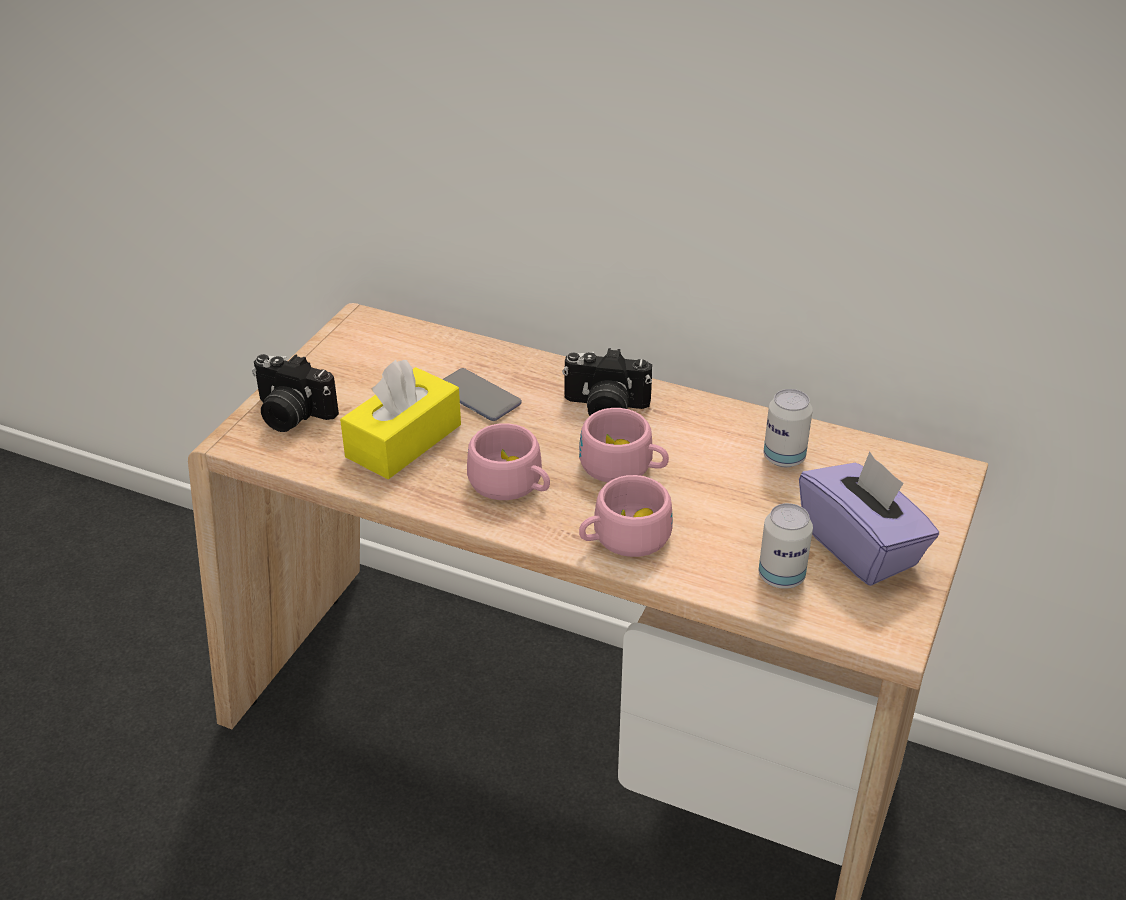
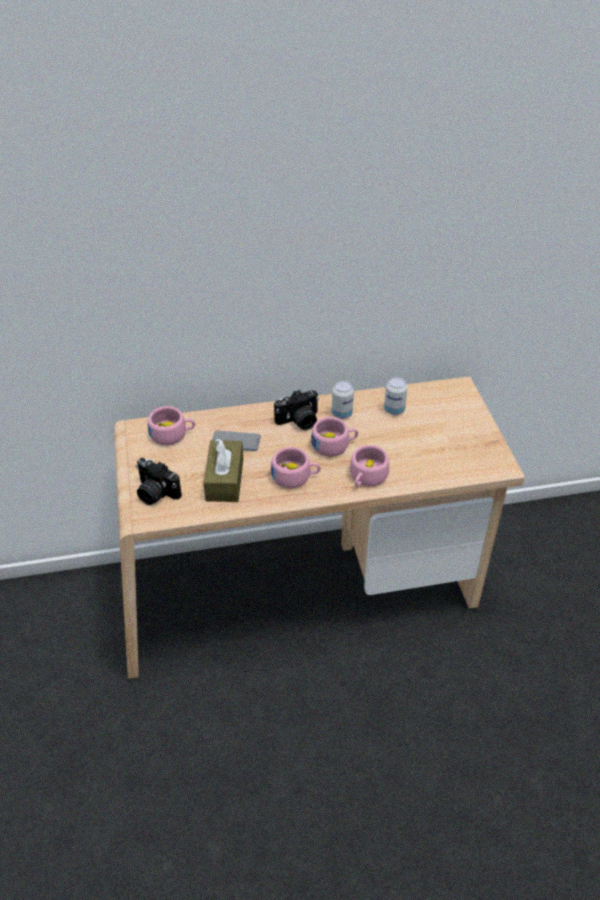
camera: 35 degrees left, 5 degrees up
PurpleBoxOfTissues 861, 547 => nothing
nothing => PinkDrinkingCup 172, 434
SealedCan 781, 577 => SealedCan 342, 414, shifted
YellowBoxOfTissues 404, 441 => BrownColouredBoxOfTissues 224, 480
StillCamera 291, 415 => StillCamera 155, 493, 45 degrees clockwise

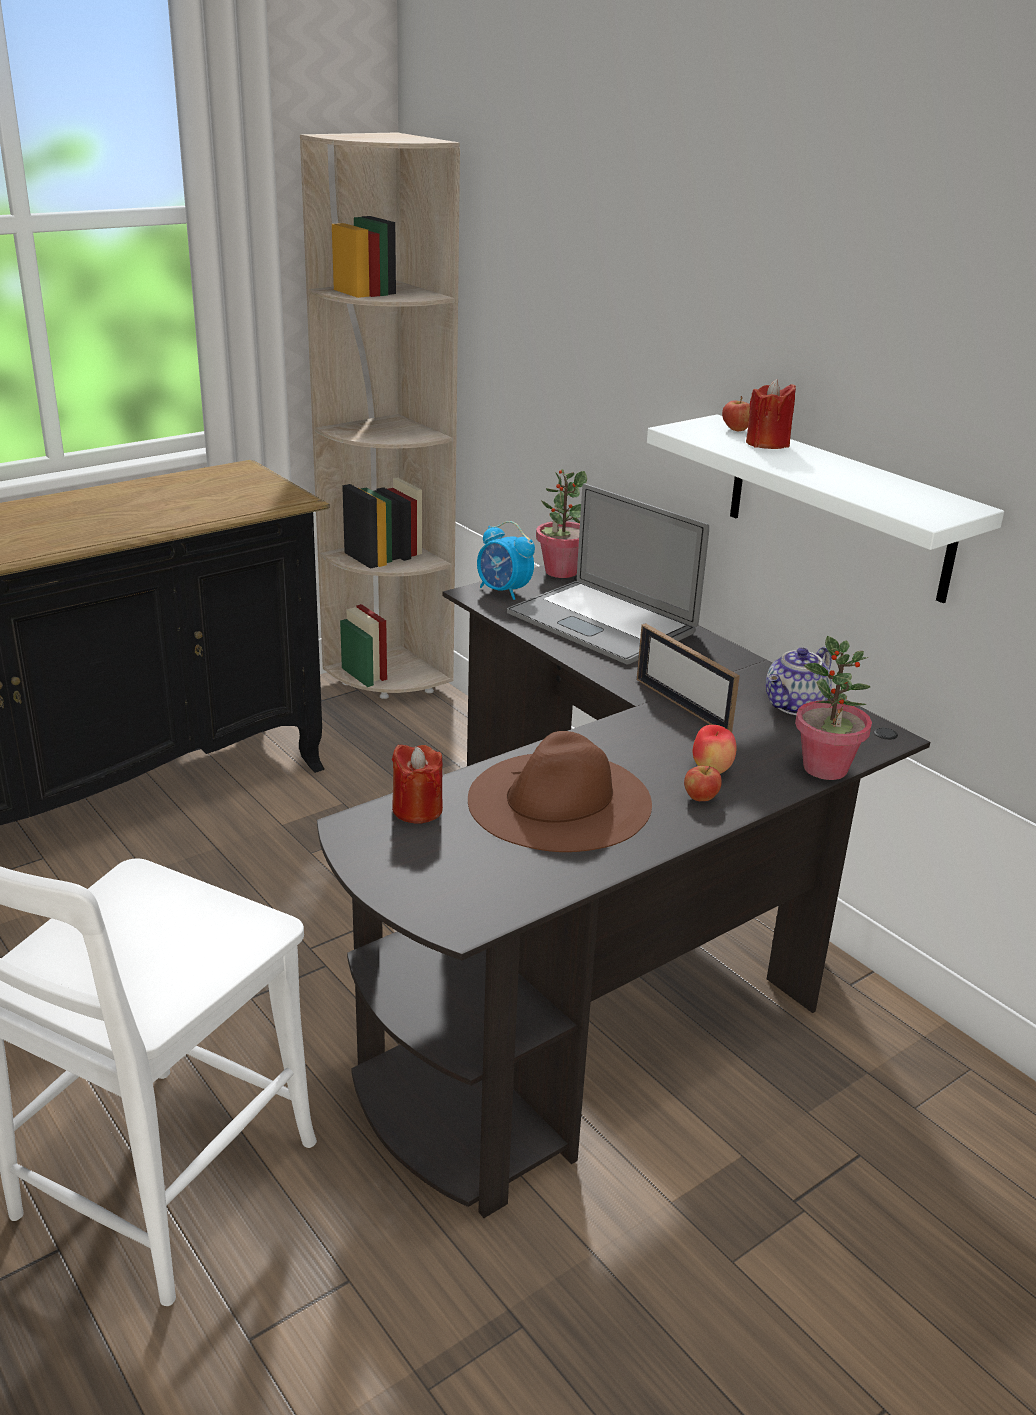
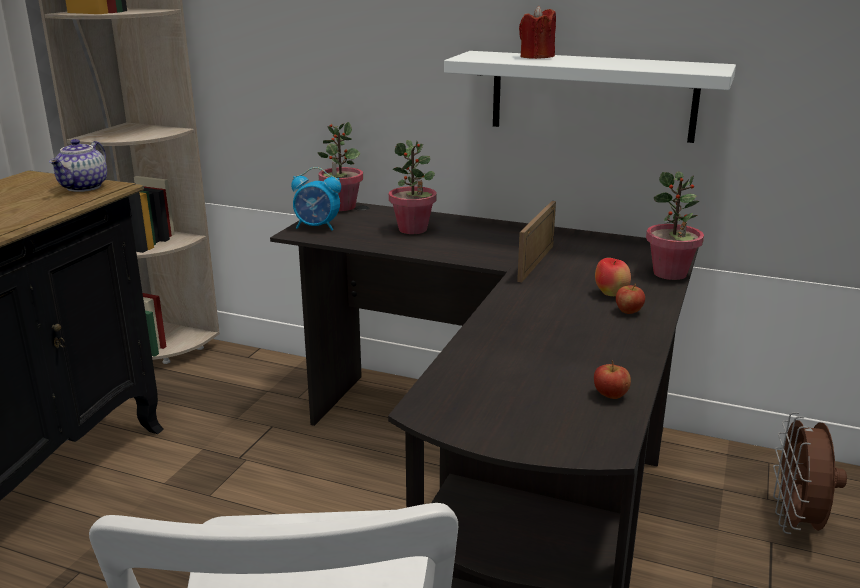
camera: 30 degrees left, 5 degrees down
RedColouredWaxCandle 417, 809 => nothing
BrownColouredClothingHat 559, 801 => nothing
nothing => BrownColouredElectricFan 796, 523
Apple 736, 429 => Apple 610, 395, shifted
Teapot 796, 706 => Teapot 84, 187, shifted
Laptop 601, 622 => PottedPlant 413, 229
PictureFrame 682, 705 => PictureFrame 536, 263, 90 degrees clockwise

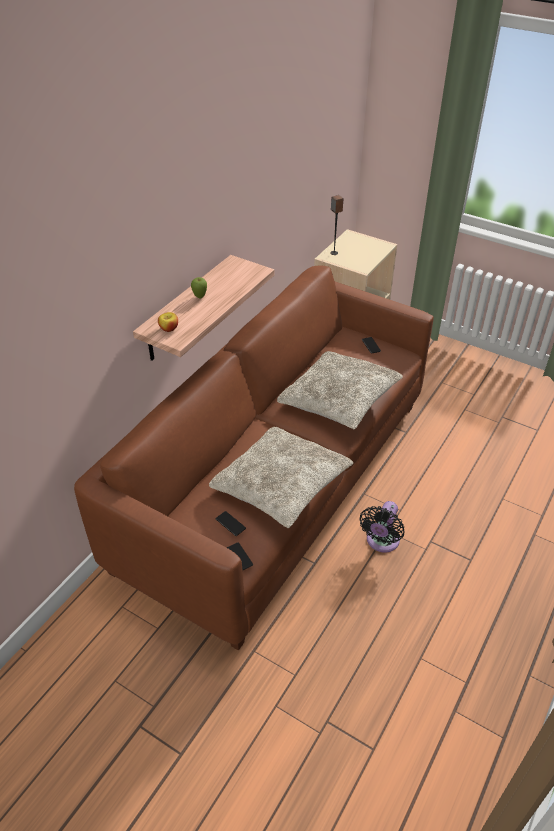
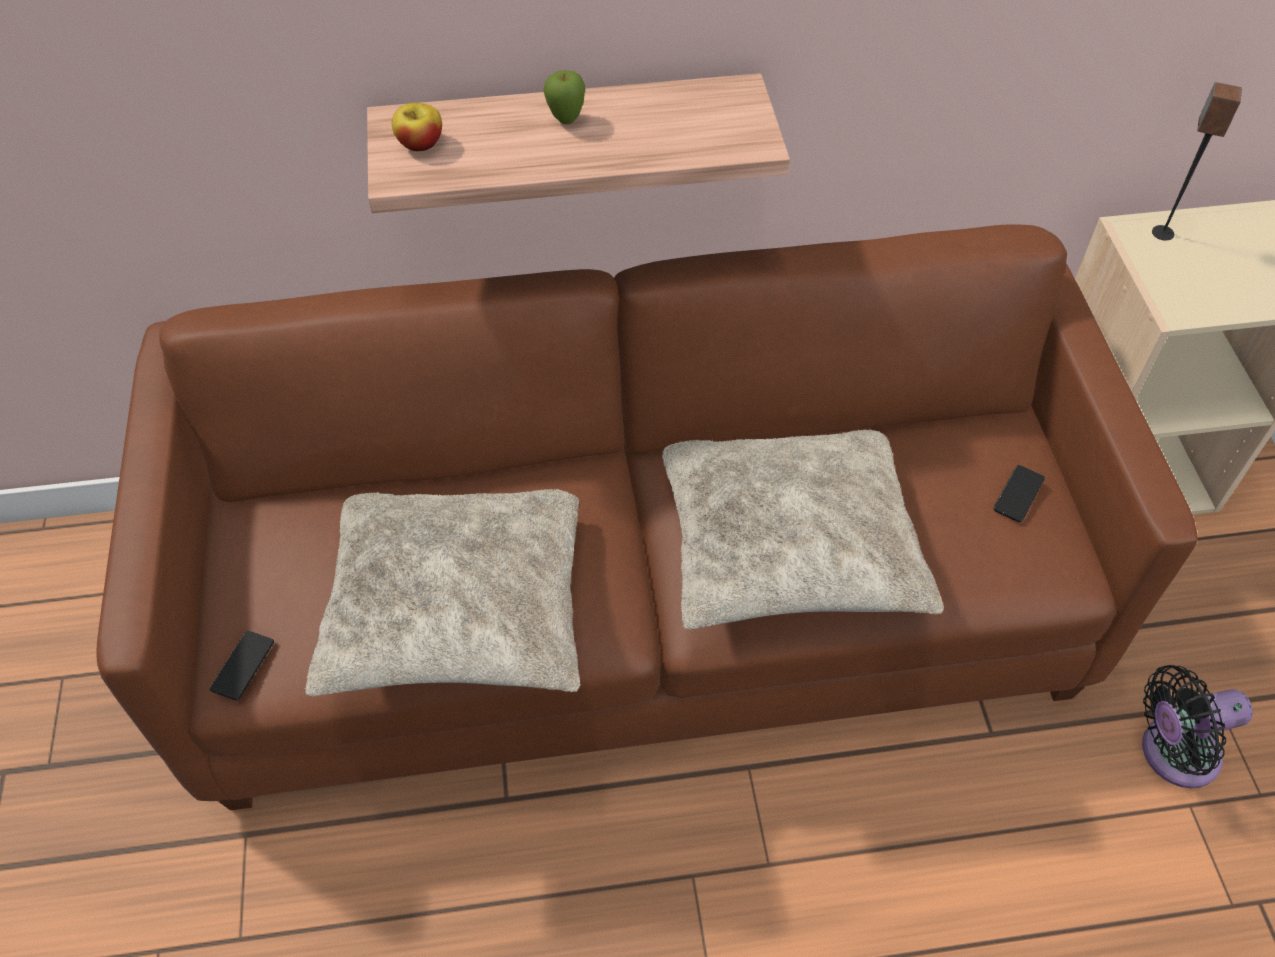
camera: 50 degrees right, 10 degrees up
Telephone 230, 524 => nothing
BlackElectricFan 381, 541 => BlackElectricFan 1172, 753, shifted

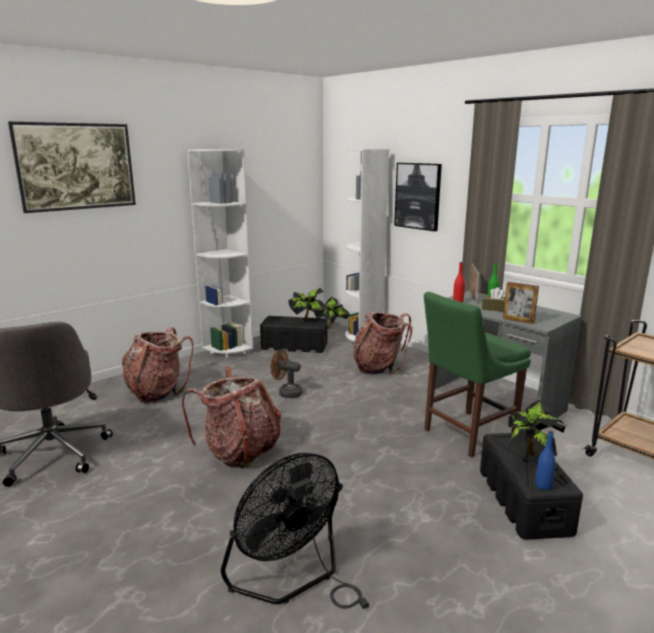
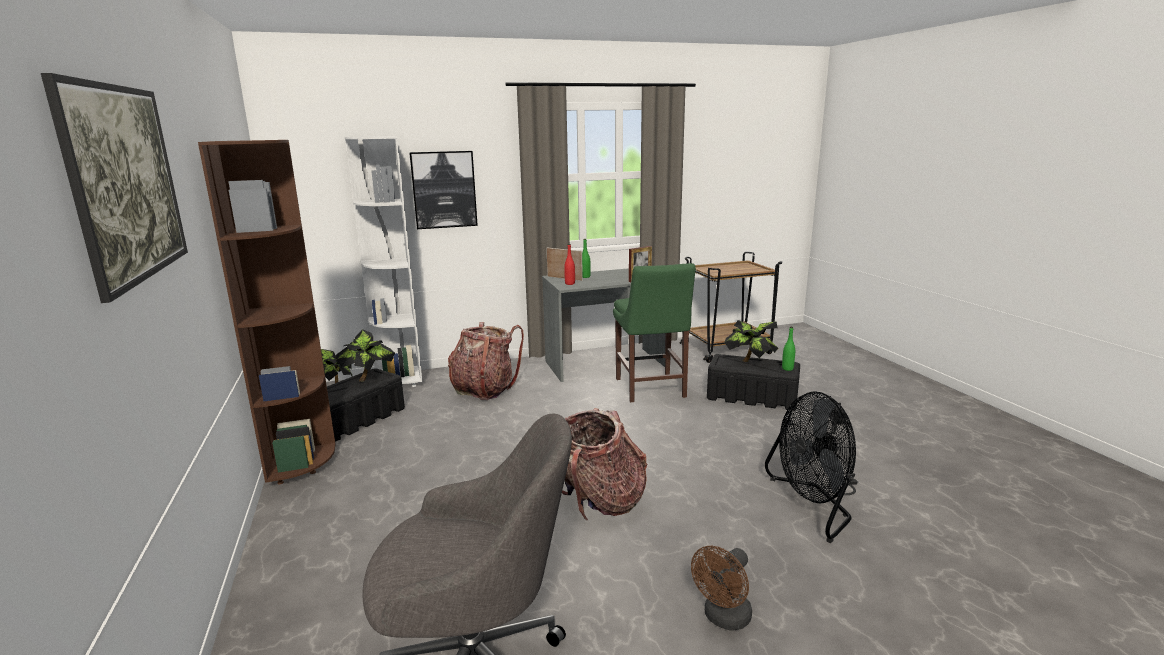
camera: 65 degrees left, 0 degrees up
Rucksack 157, 392 => nothing
BrownColouredBoxOfTissues 495, 309 => nothing
BrownColouredElectricFan 286, 393 => BrownColouredElectricFan 723, 618, shifted
WhiteColouredBookshelf 228, 352 => BrownColouredBookshelf 301, 469
BlueBeverageBottle 543, 485 => GreenBeverageBottle 787, 369

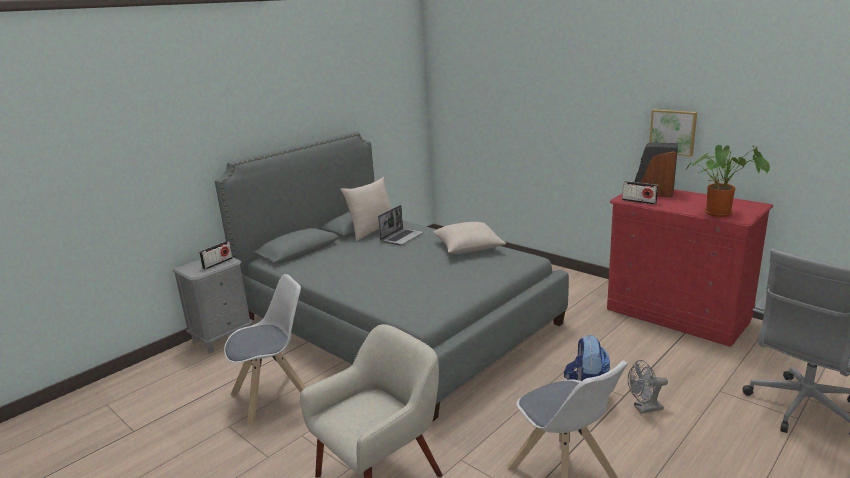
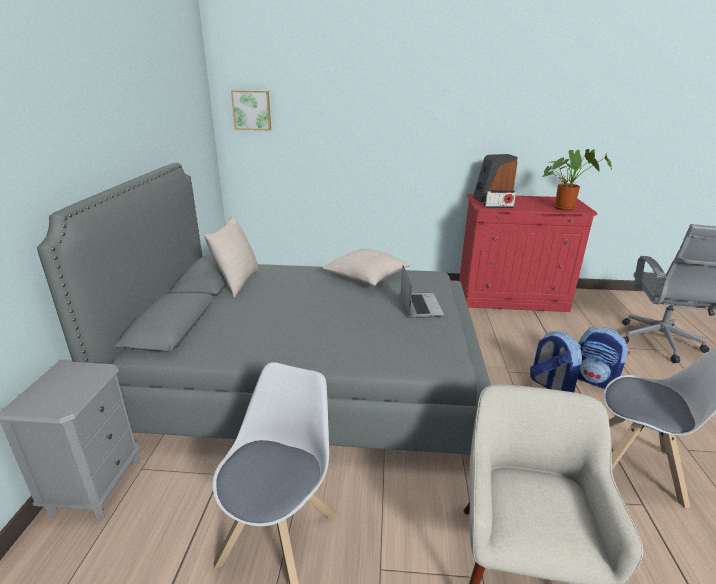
camera: 40 degrees left, 5 degrees up
RadioSet 217, 263 => nothing
Laptop 402, 237 => Laptop 420, 306, shifted
WallArt 673, 132 => WallArt 252, 110, shifted
GreyElectricFan 644, 408 => Rucksack 594, 380

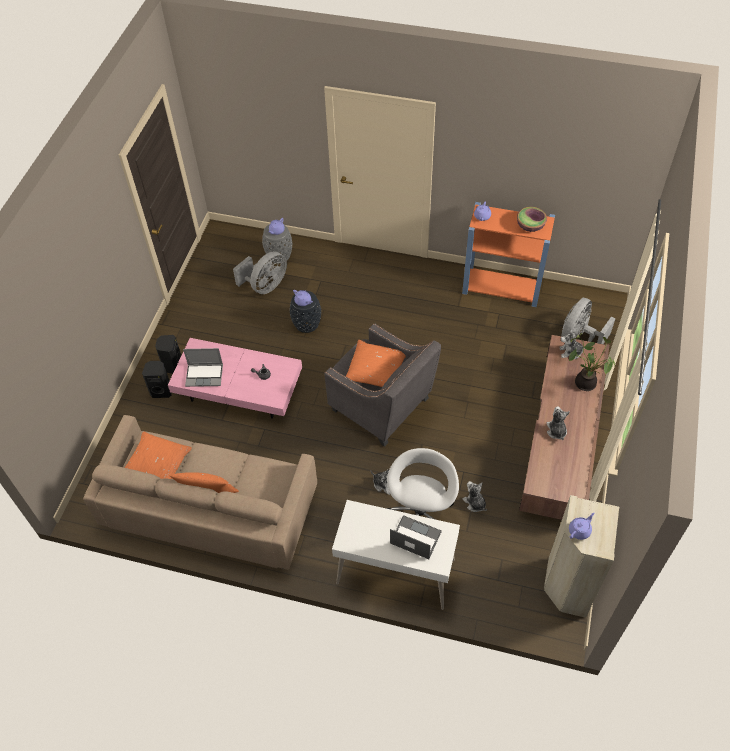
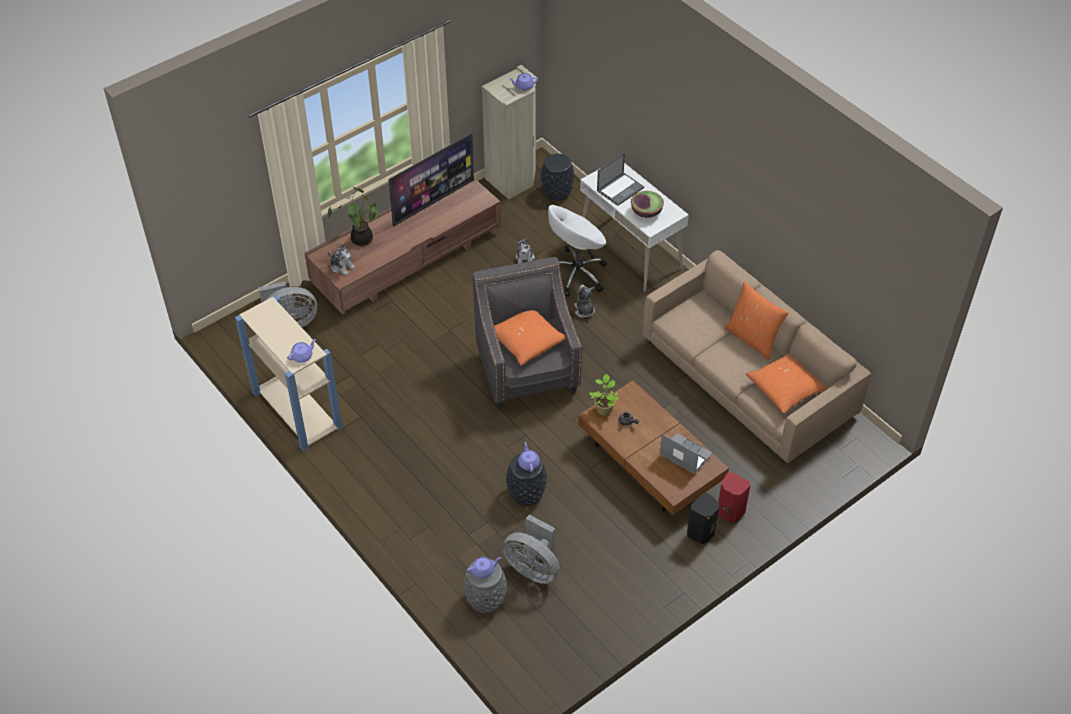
camera: 145 degrees left, 5 degrees down
CuddlyToy 556, 431 => nothing
nothing => Tv 433, 202
nothing => BlackSittingStool 557, 192
nothing => PottedPlant 604, 408
ServingBowl 530, 226 => ServingBowl 646, 212, shifted
BlackLoudspeaker 162, 391 => RedColouredLoudspeaker 729, 512
PinkLowTable 239, 391 => BrownColouredLowTable 650, 464
OrangeyBookshelf 502, 287 => BeigeBookshelf 297, 409
GreyElectricFan 265, 286 => GreyElectricFan 533, 568, 135 degrees counterclockwise
Laptop 415, 537 => Laptop 620, 189, 105 degrees counterclockwise

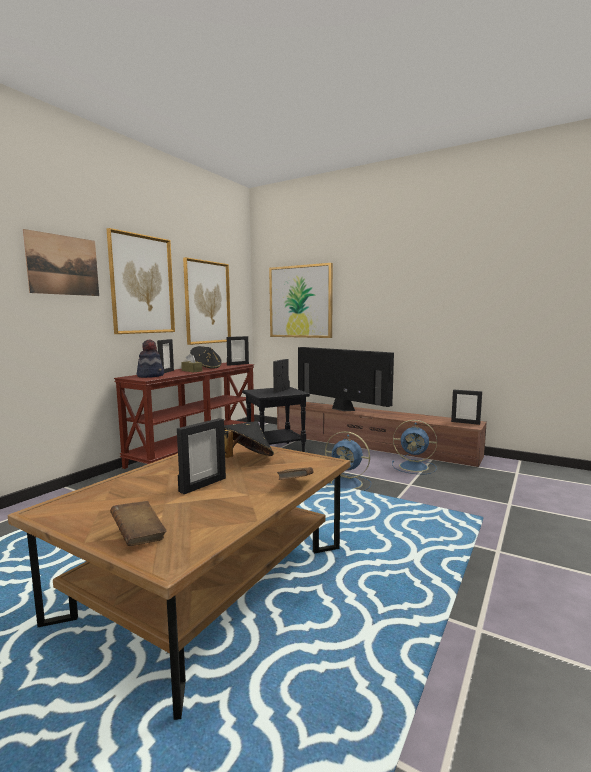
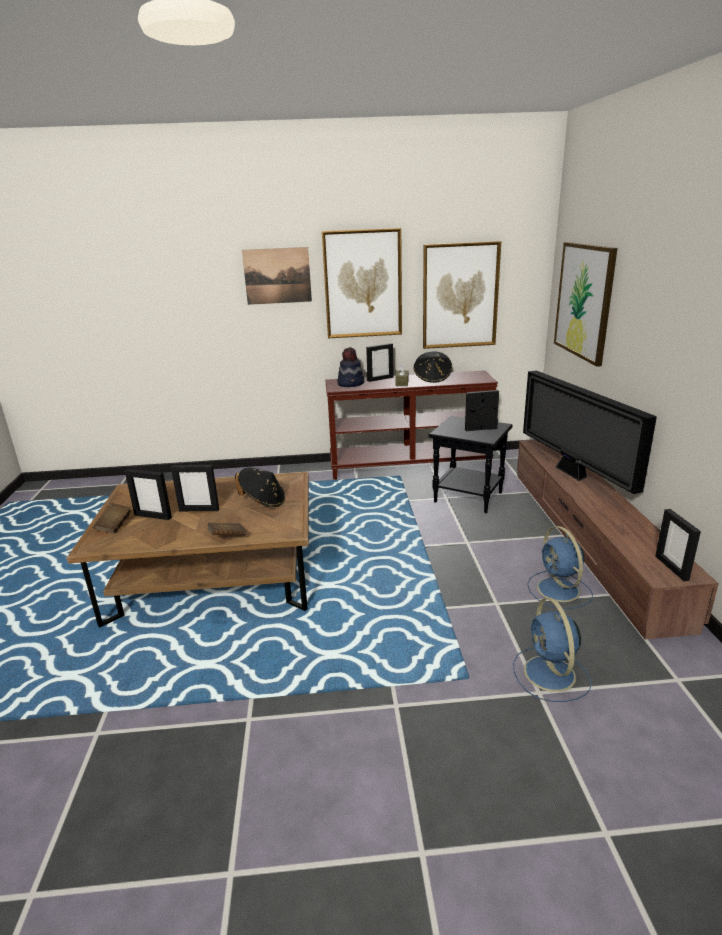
camera: 55 degrees right, 15 degrees up
PictureFrame 238, 364 => PictureFrame 153, 516, shifted
BlueElectricFan 348, 483 => BlueElectricFan 550, 675, shifted
Tv 341, 409 => Tv 572, 474, 150 degrees clockwise

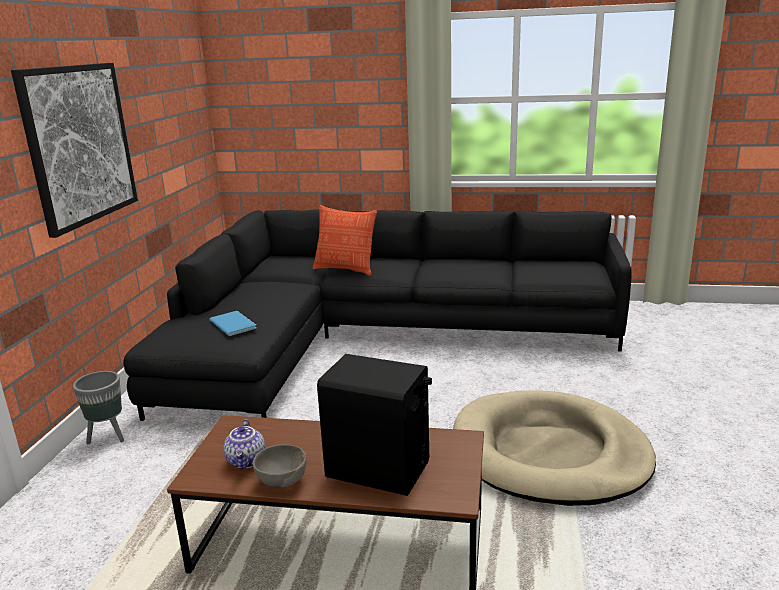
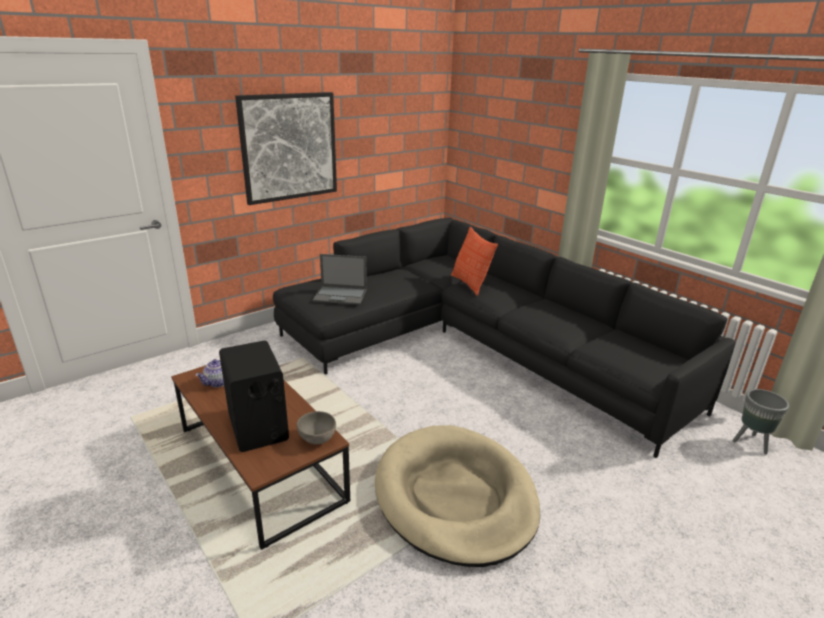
camera: 40 degrees right, 5 degrees up
GreyPlantPot 109, 437 => GreyPlantPot 751, 443, shifted
GreyServingBowl 282, 482 => GreyServingBowl 317, 439, shifted
BlueBoundBook 233, 323 => Laptop 341, 295

